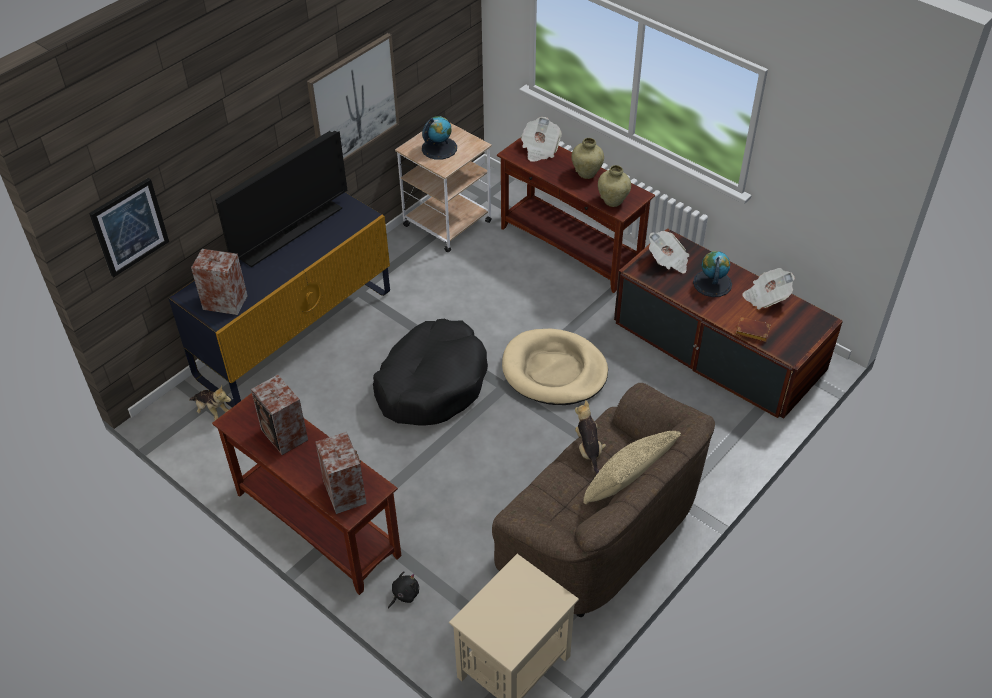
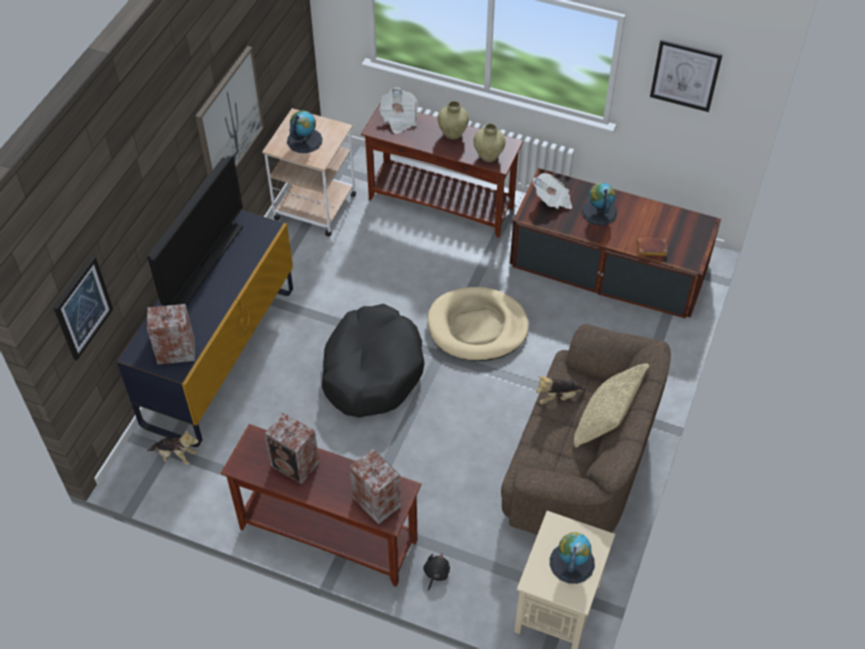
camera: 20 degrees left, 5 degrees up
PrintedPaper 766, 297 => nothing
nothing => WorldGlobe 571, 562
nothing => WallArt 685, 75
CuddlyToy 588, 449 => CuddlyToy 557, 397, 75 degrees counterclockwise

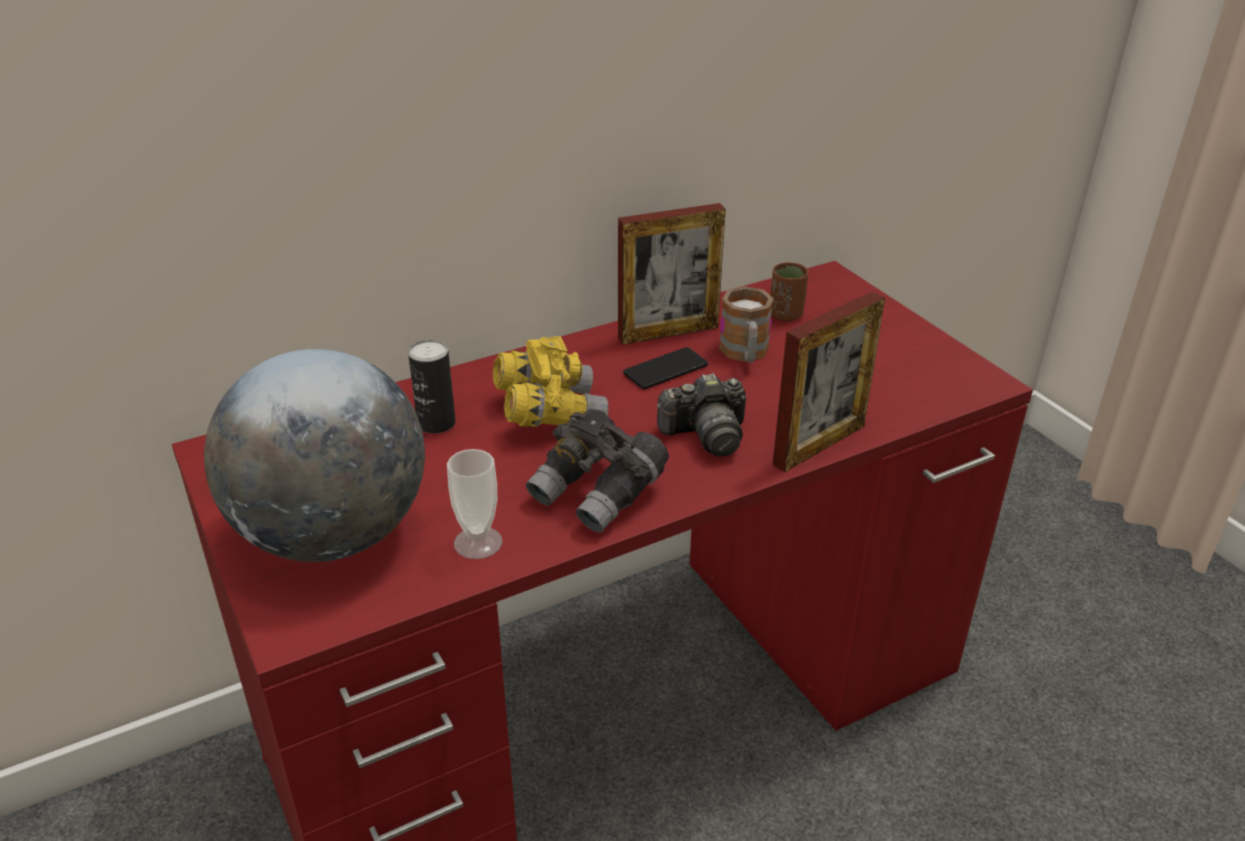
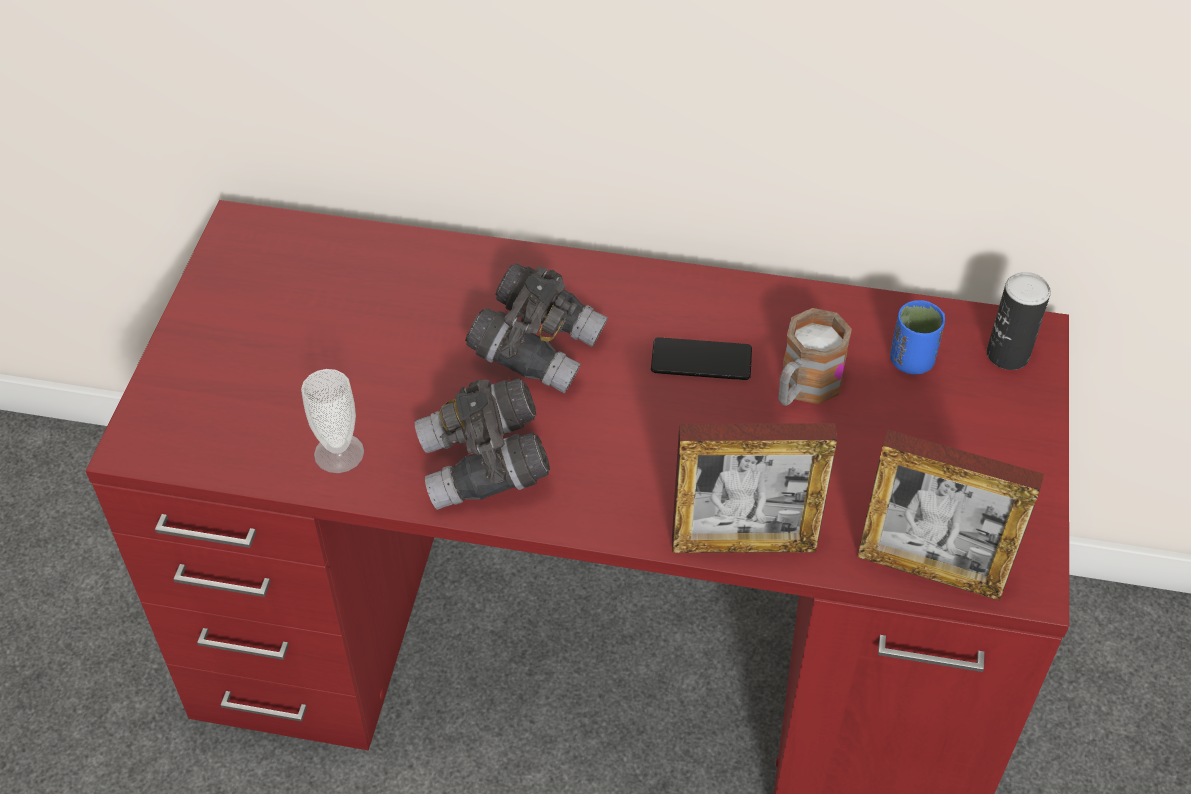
camera: 40 degrees right, 15 degrees up
WorldGlobe 332, 535 => nothing
StillCamera 706, 435 => nothing
SealedCan 436, 423 => SealedCan 1007, 354, shifted
PictureFrame 668, 332 => PictureFrame 930, 571, shifted
YellowFieldGlasses 549, 413 => GreyFieldGlasses 538, 348
BrownColouredDrinkingCup 785, 315 => BlueDrinkingCup 911, 361

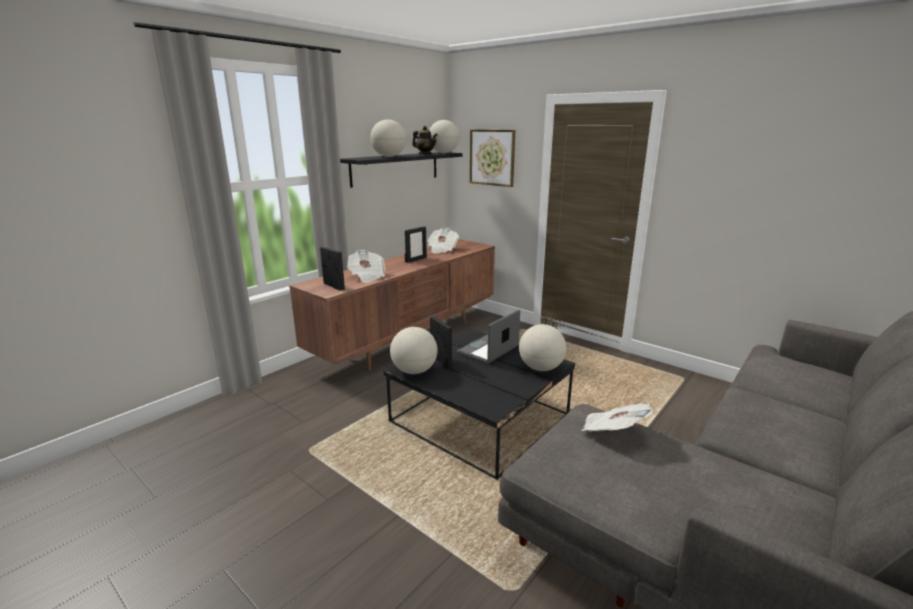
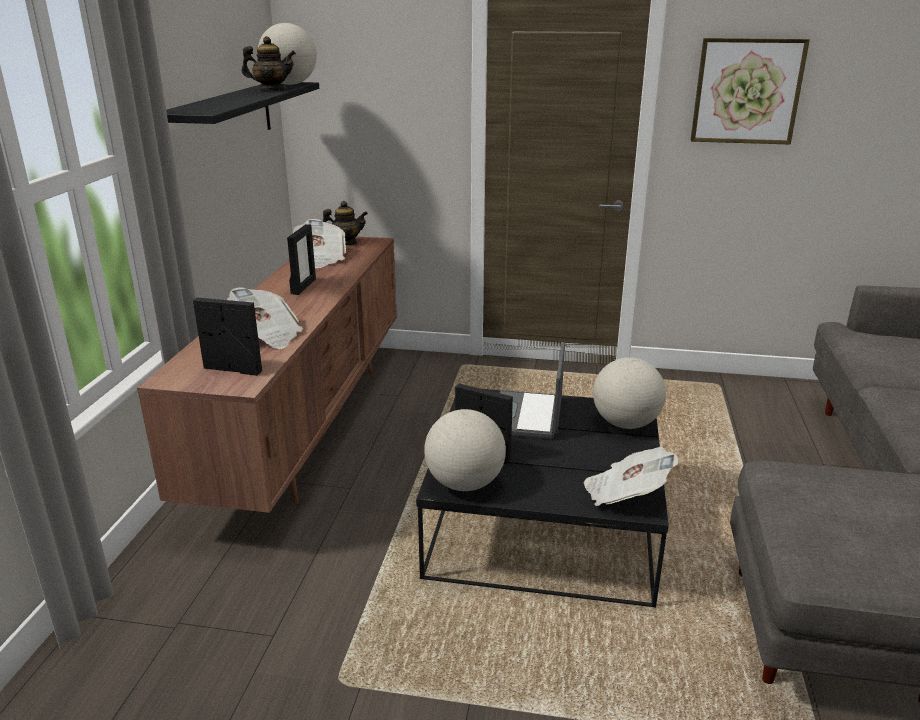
camera: 30 degrees left, 5 degrees up
WorldGlobe 389, 156 => nothing
nothing => Teapot 346, 243
WallArt 492, 157 => WallArt 747, 91, shifted
PrintedPaper 612, 432 => PrintedPaper 625, 495, shifted

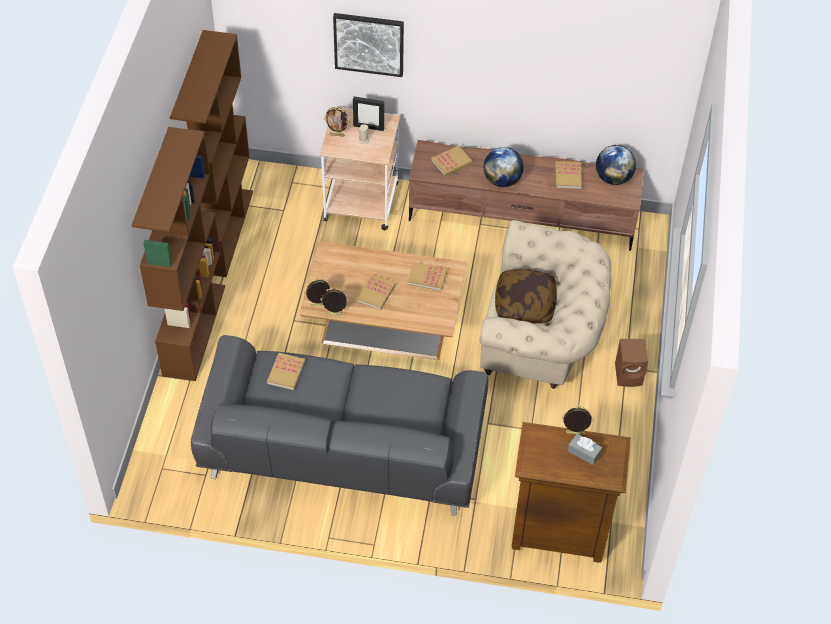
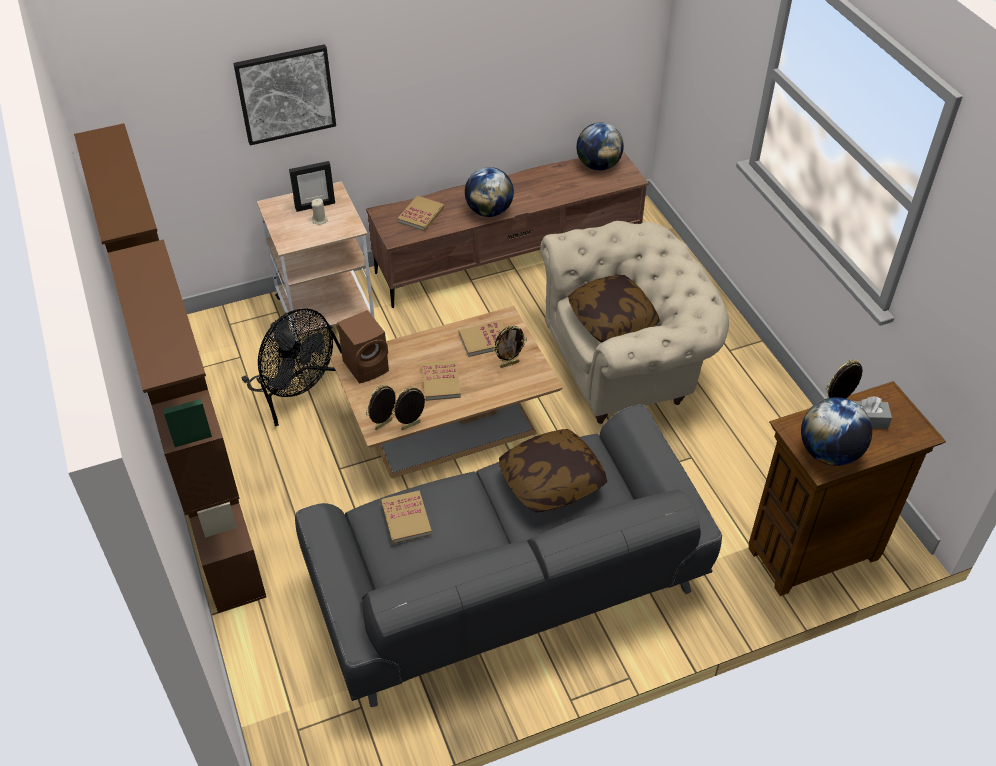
camera: 30 degrees left, 5 degrees down
BoundBook 568, 176 => nothing
nothing => BlackElectricFan 294, 391
nothing => Cushion 551, 481
nothing => WorldGlobe 829, 453
PictureFrame 337, 135 => PictureFrame 509, 364, shifted
BrownColouredLoudspeaker 629, 375 => BrownColouredLoudspeaker 367, 366, shifted

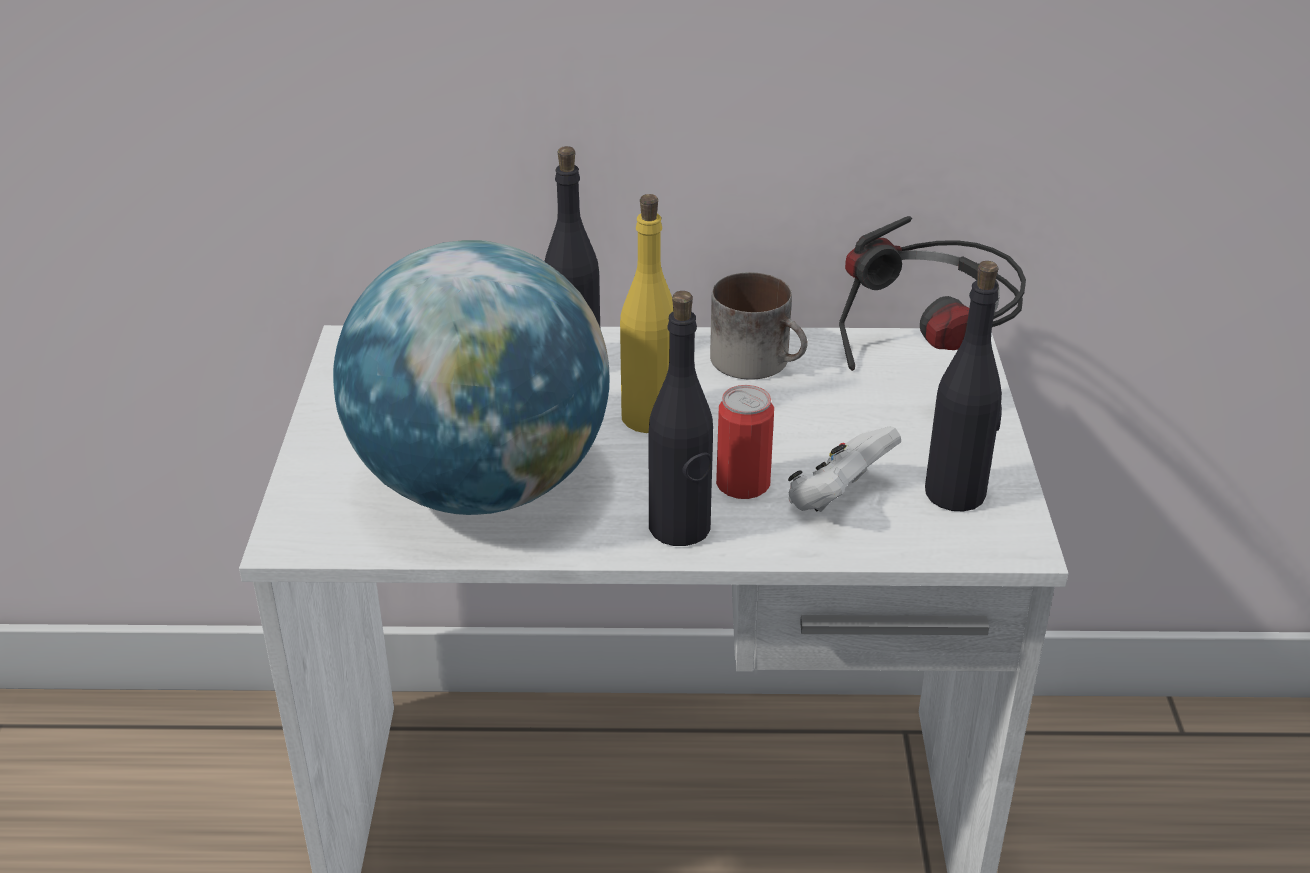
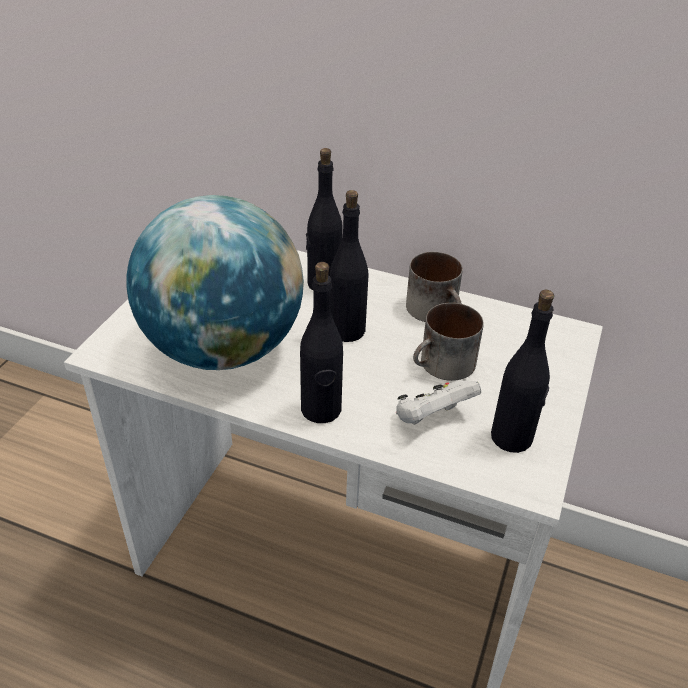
camera: 20 degrees right, 5 degrees up
SealedCan 743, 484 => nothing
Headset 931, 367 => nothing
nothing => CoffeeMug 443, 366
YellowBeverageBottle 649, 417 => BlackBeverageBottle 347, 330

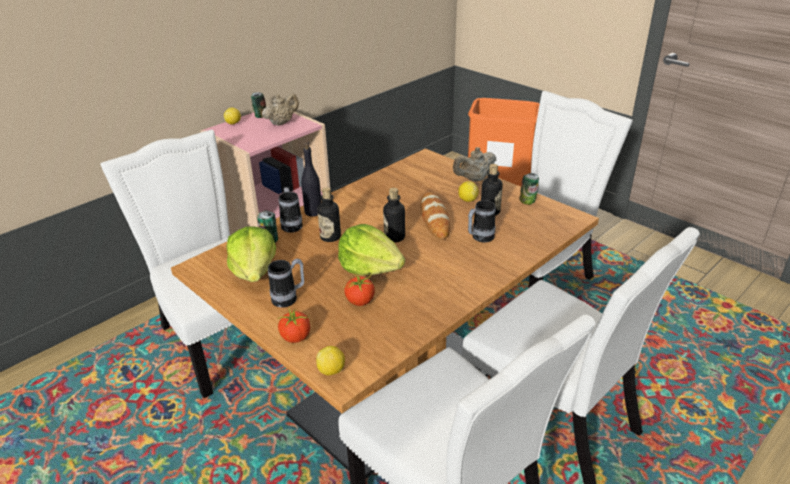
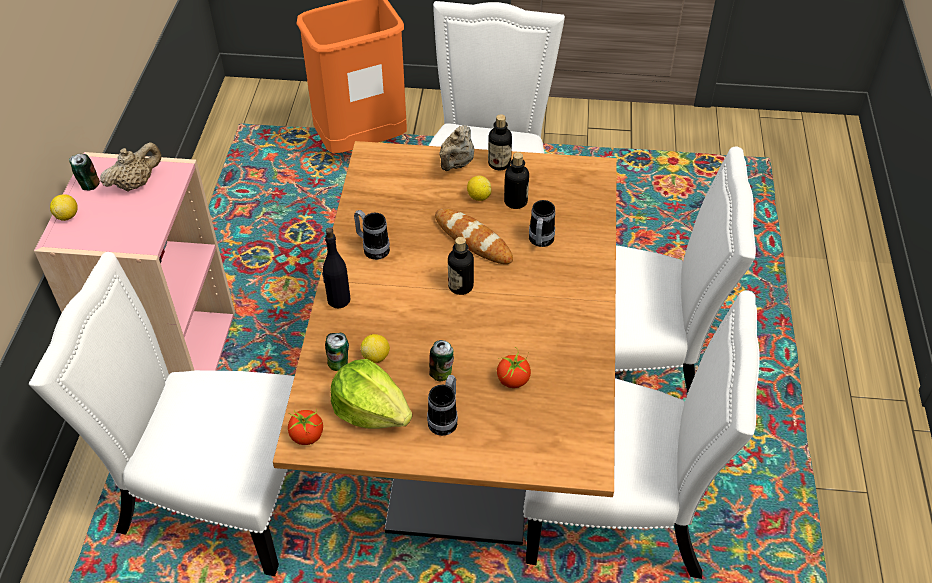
camera: 40 degrees left, 15 degrees up
LettuceHead 370, 267 => nothing
FreshTomato 296, 337 => FreshTomato 307, 436, shifted
CoffeeMug 291, 224 => CoffeeMug 372, 248, shifted
WholeLemon 331, 371 => WholeLemon 376, 357, shifted
BeverageBottle 330, 237 => BeverageBottle 499, 163, shifted
SealedCan 528, 202 => SealedCan 442, 373, shifted
BeigeTeapot 282, 123 => BeigeTeapot 136, 184, 45 degrees clockwise

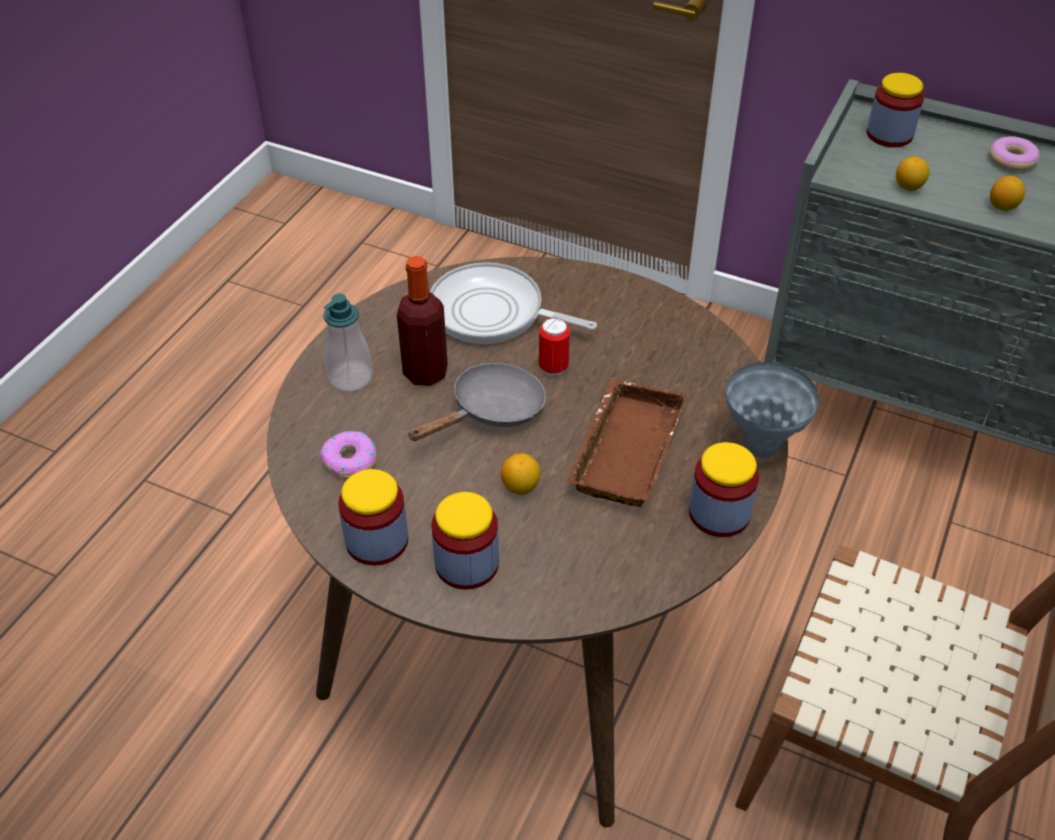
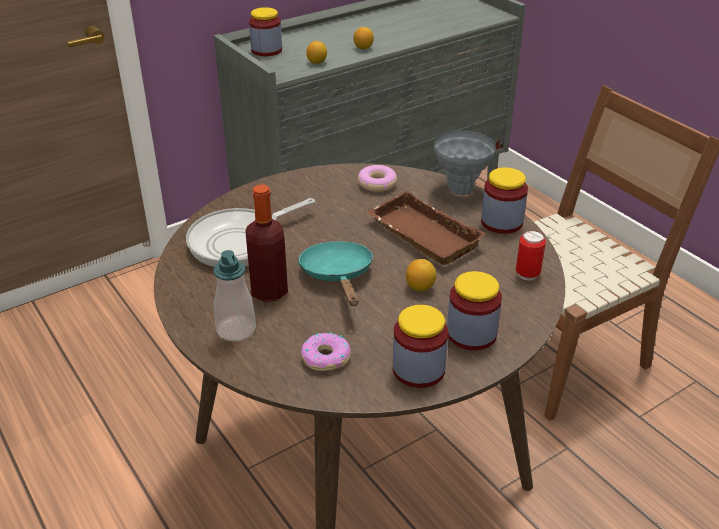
camera: 60 degrees left, 10 degrees down
SealedCan 553, 367 => SealedCan 527, 274, shifted
RingDoughnut 1011, 160 => RingDoughnut 377, 184, shifted
GreySkillet 491, 411 => TurquoiseSkillet 338, 275

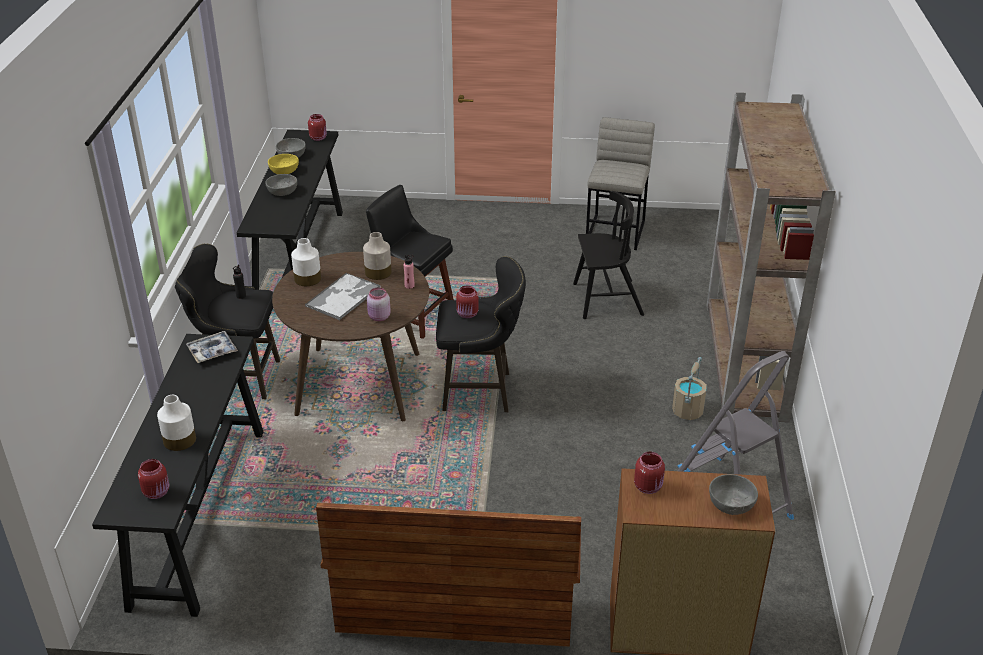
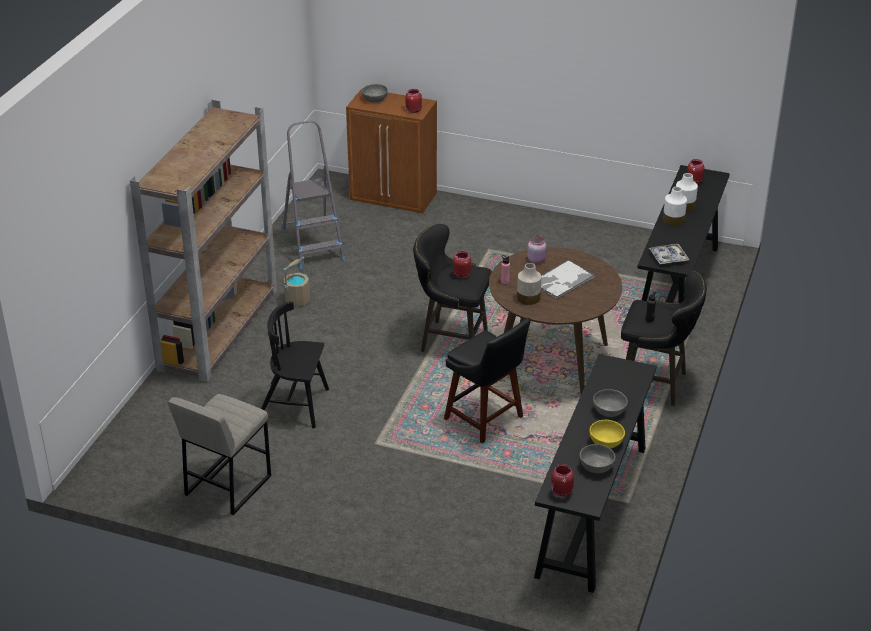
camera: 165 degrees left, 0 degrees up
BrownColouredDrawerChest 453, 617 => nothing
WhiteColouredFlowerVase 308, 279 => WhiteColouredFlowerVase 673, 219, shifted

